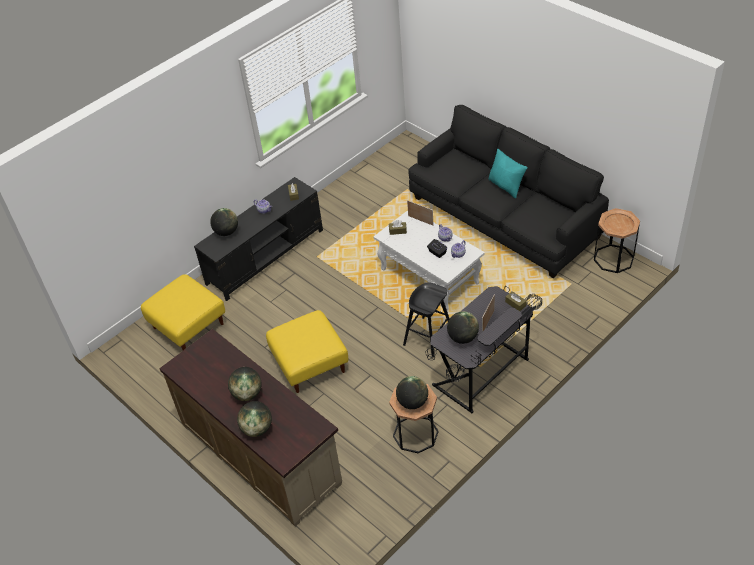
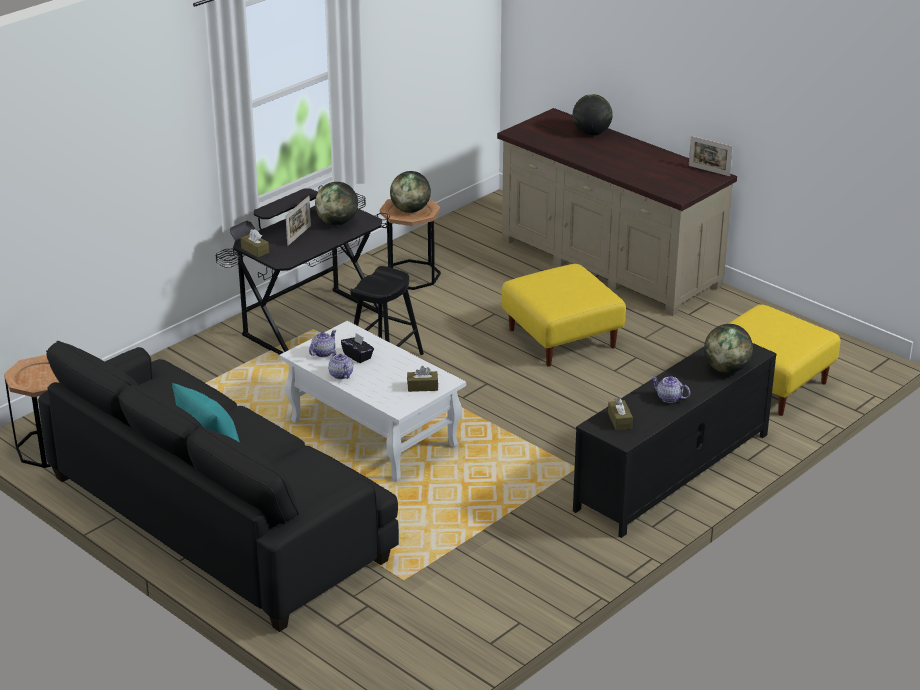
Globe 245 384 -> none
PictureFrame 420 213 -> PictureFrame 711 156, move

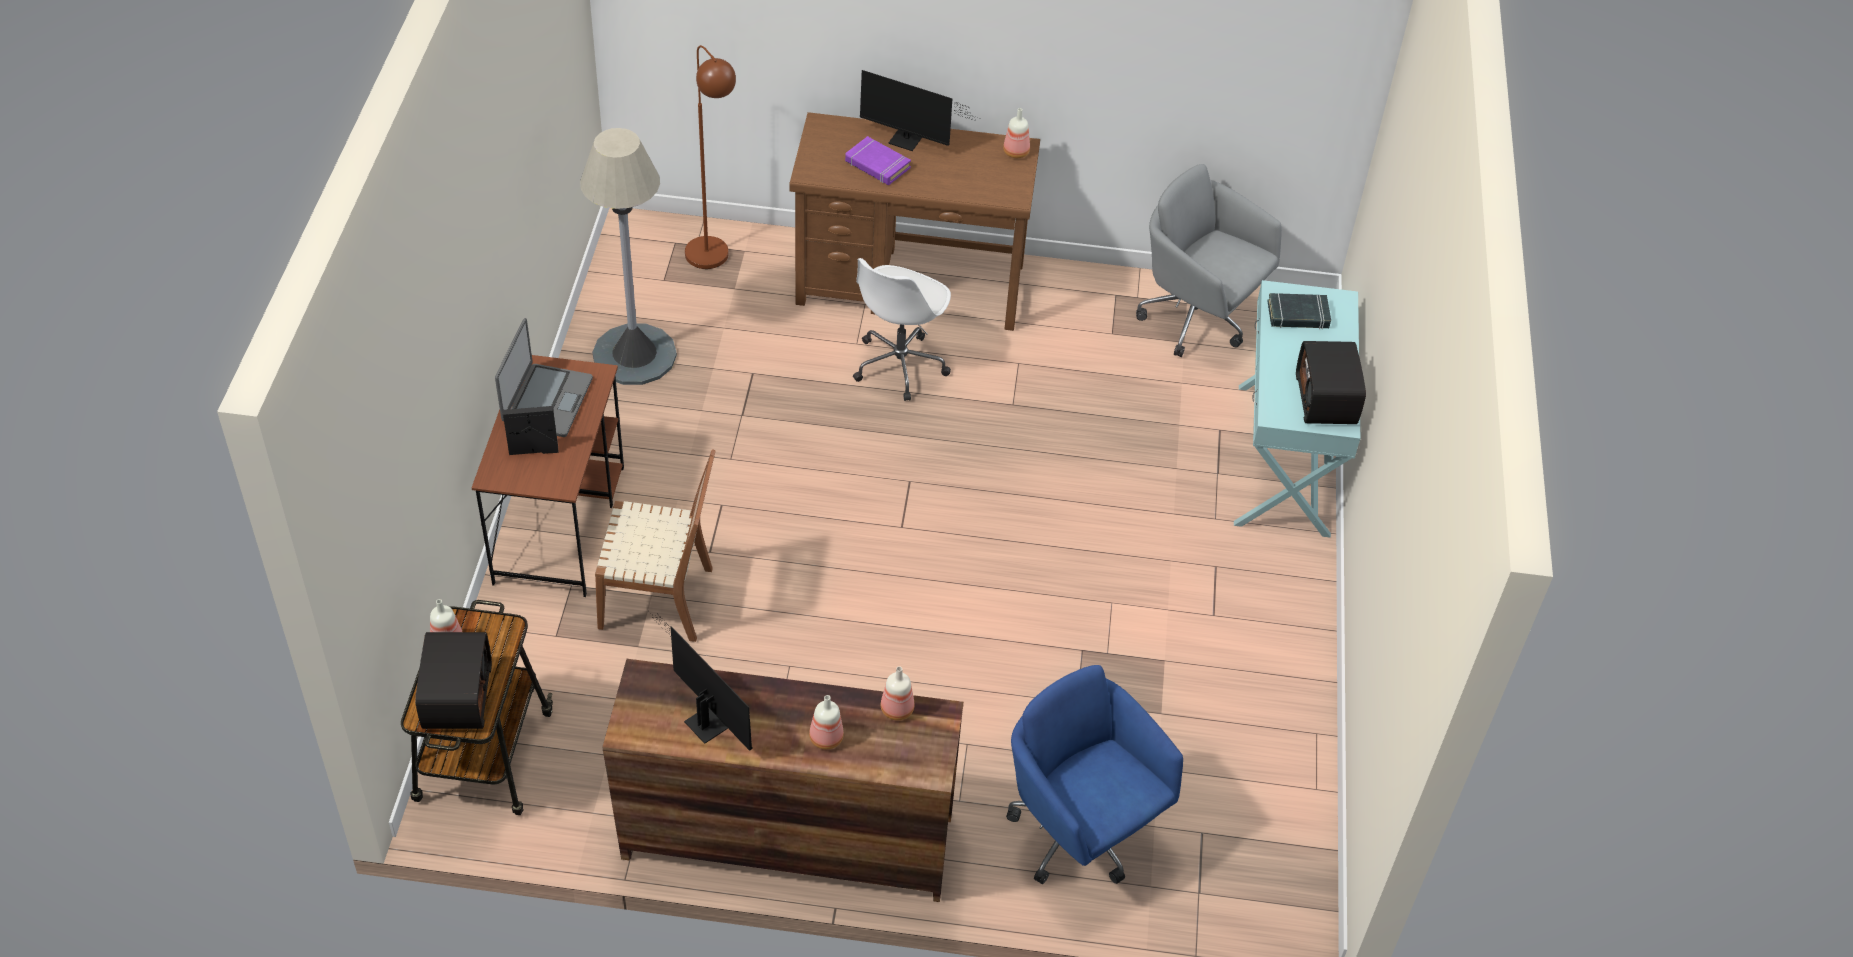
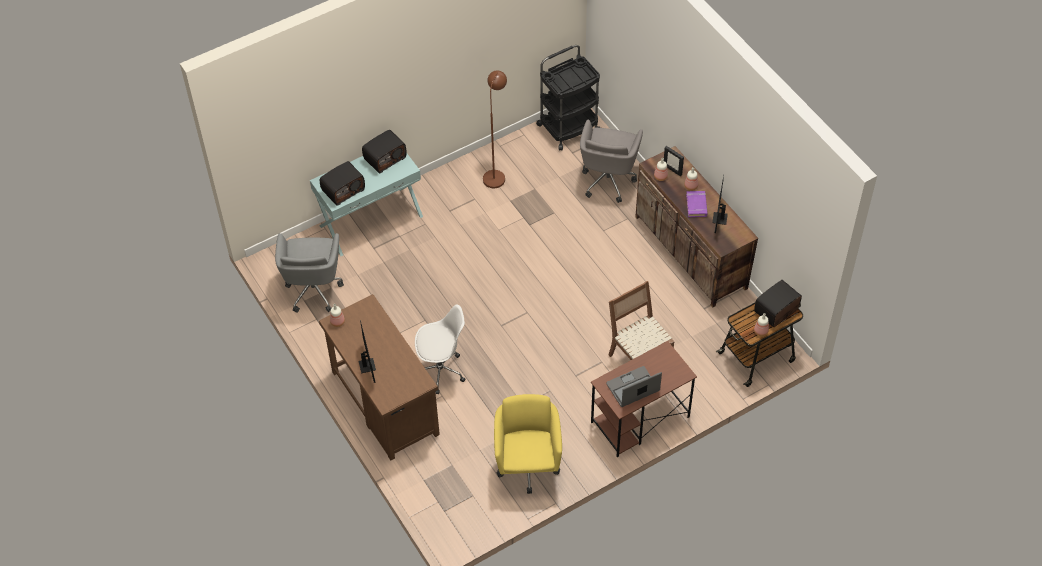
none -> BlackCart 568 97
PictureFrame 531 430 -> PictureFrame 674 161, move
BrownFloorLamp 710 157 -> BrownFloorLamp 495 129, move
PurpleBook 878 160 -> PurpleBook 697 204, move
GreyFloorLamp 628 256 -> YellowOfficeChair 528 444
BlackBook 1299 311 -> Radio 342 183
BlueOfficeChair 1094 774 -> GreyOfficeChair 611 161

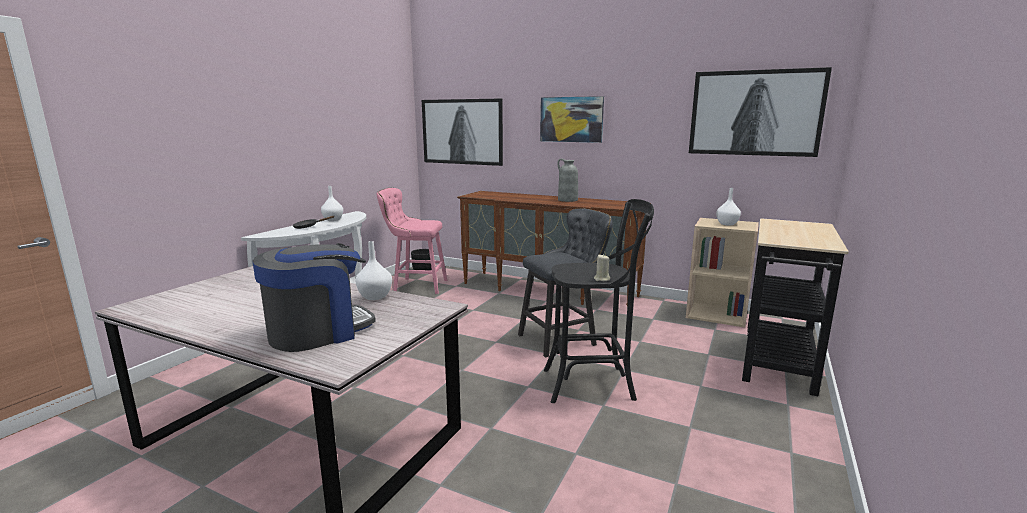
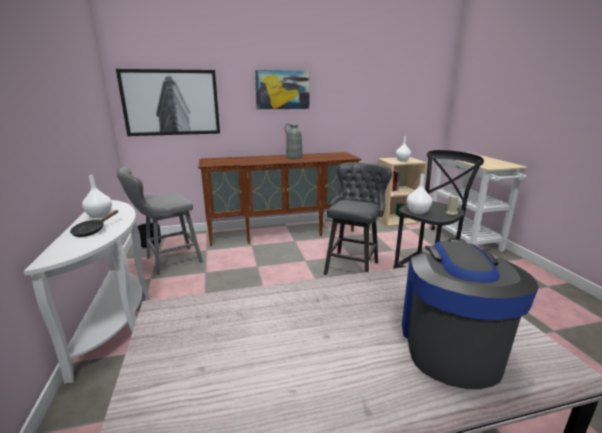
Picture 760 112 -> none
WhiteVase 373 270 -> WhiteVase 419 194, move
PinkStool 412 241 -> GreyStool 159 221
BlackCart 795 307 -> WhiteCart 478 202

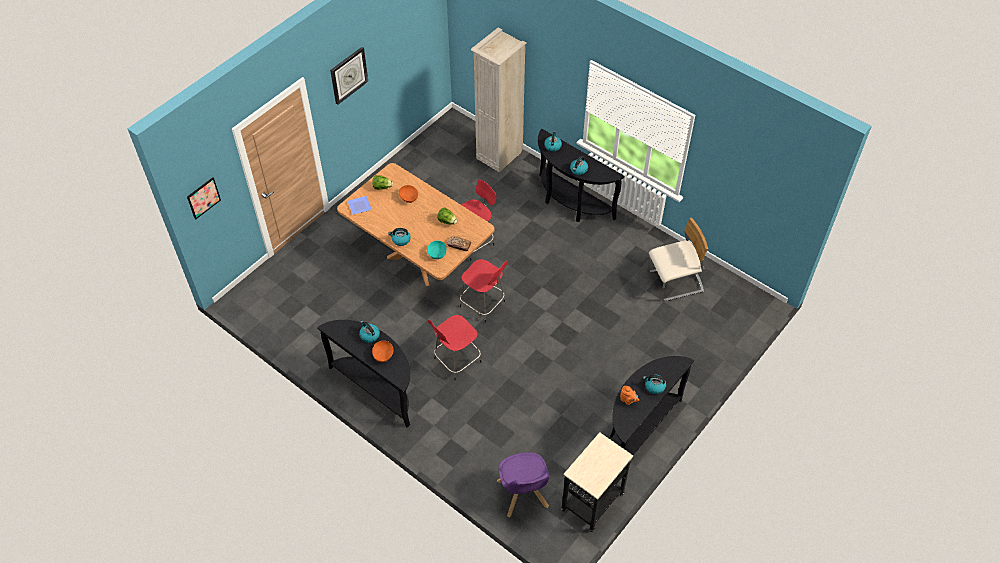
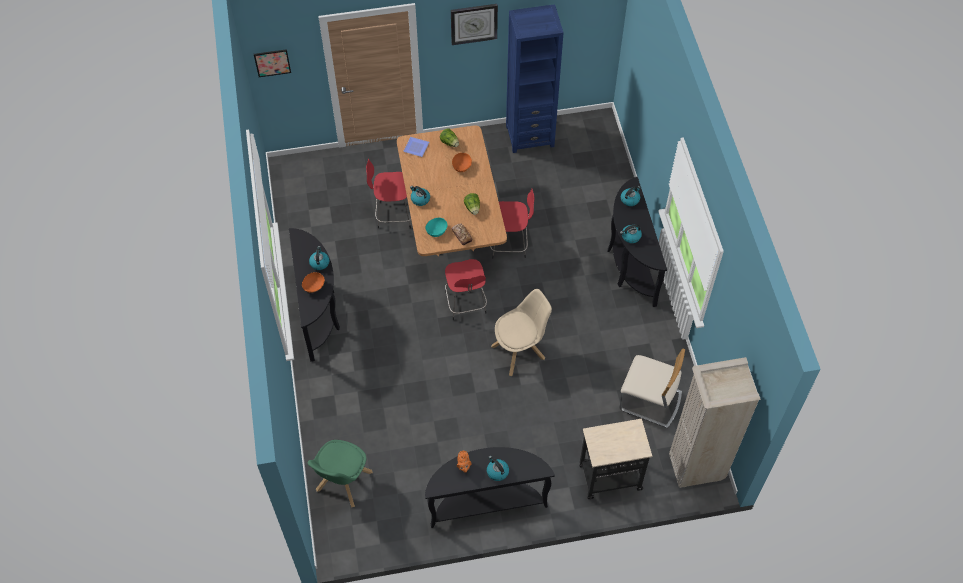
none -> BeigeChair 521 332
none -> BlueBookcase 534 78
RedStool 454 347 -> RedStool 388 194, move
BeigeCabinet 498 100 -> BeigeCabinet 715 422, move
Cart 597 482 -> Cart 615 459, move
PurpleChair 523 485 -> GreenChair 340 474

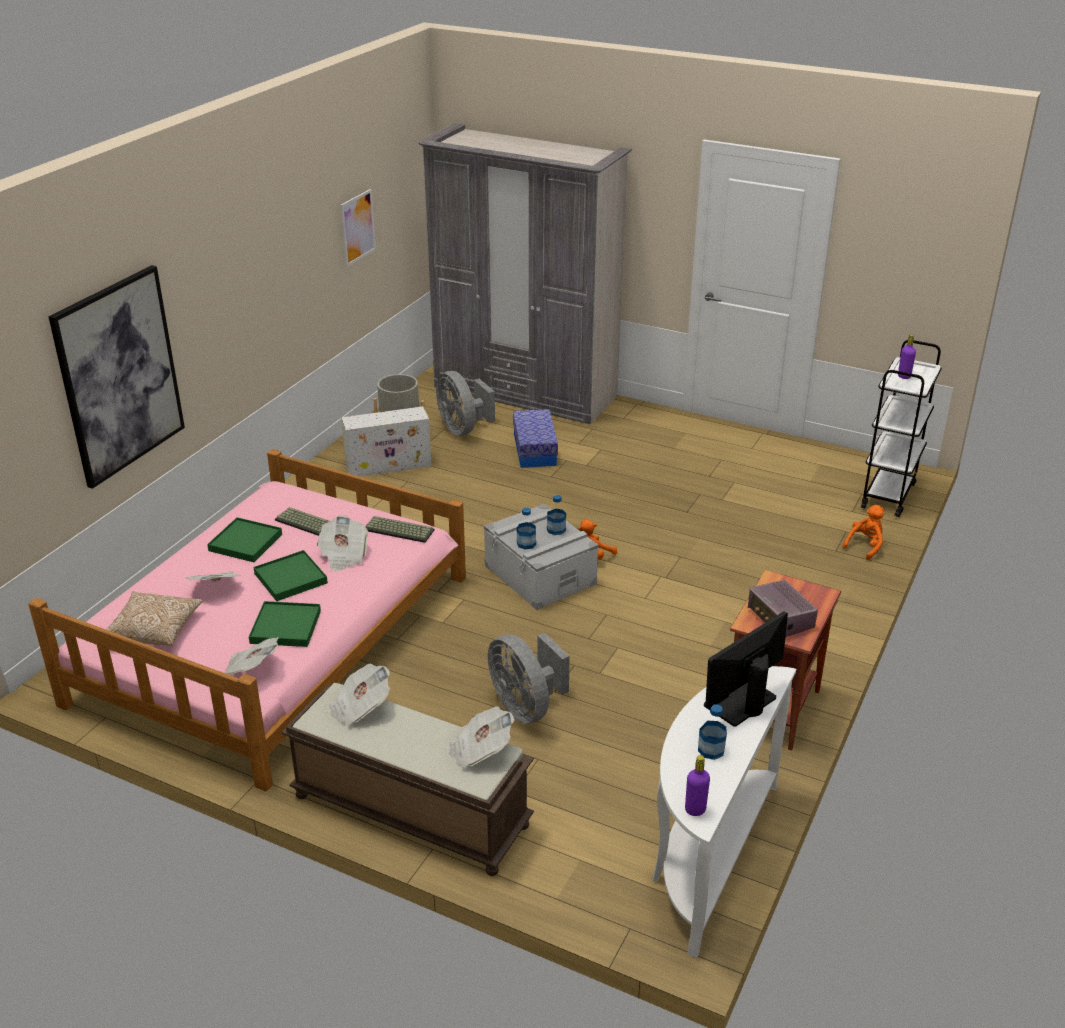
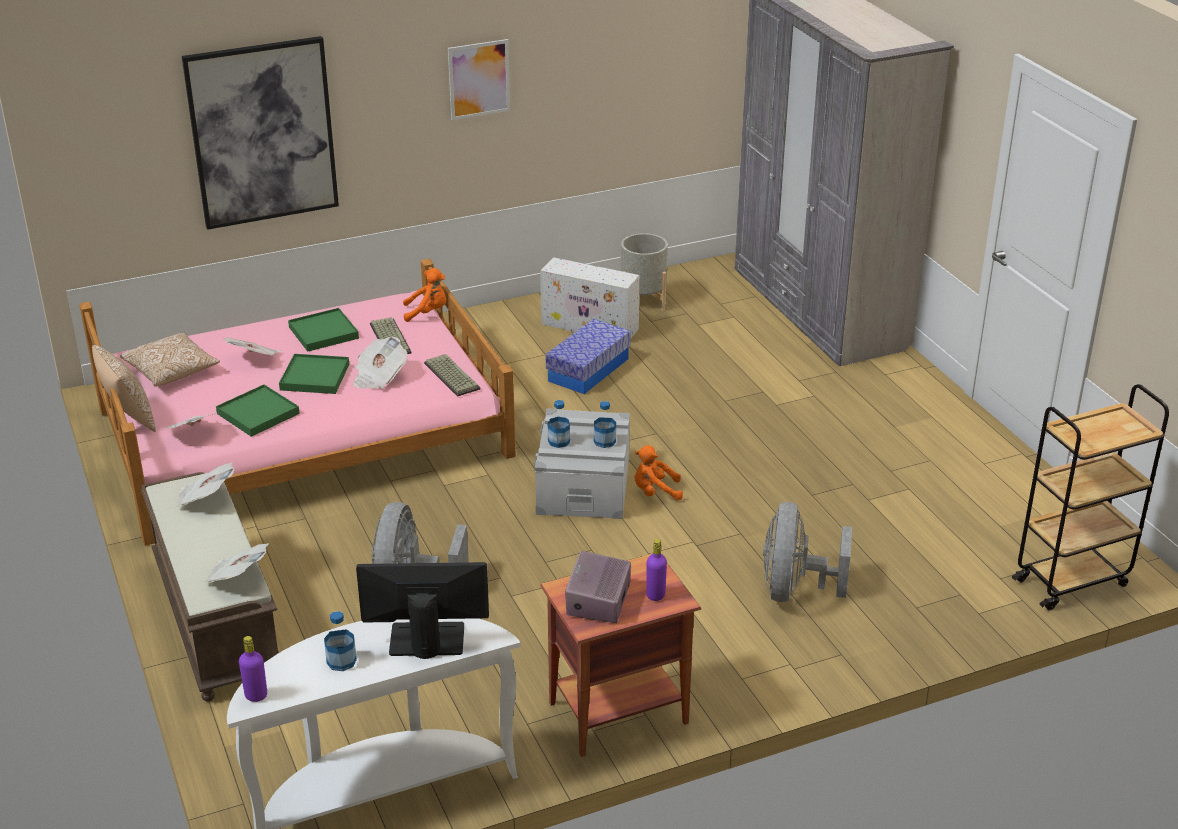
none -> Pillow 124 388
Picture 358 228 -> Picture 479 79, move
GreyFan 465 403 -> GreyFan 807 552, move
StorageBox 535 438 -> StorageBox 588 356, move
OrangePlushToy 863 532 -> OrangePlushToy 424 295, move
PurpleBottle 907 356 -> PurpleBottle 656 570, move
WhiteCart 901 428 -> BrownCart 1090 497

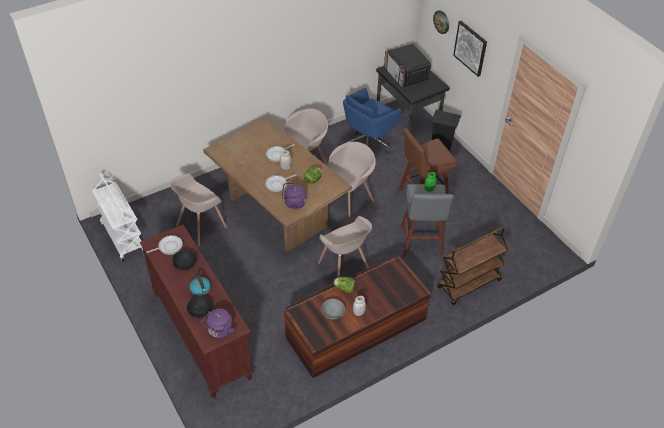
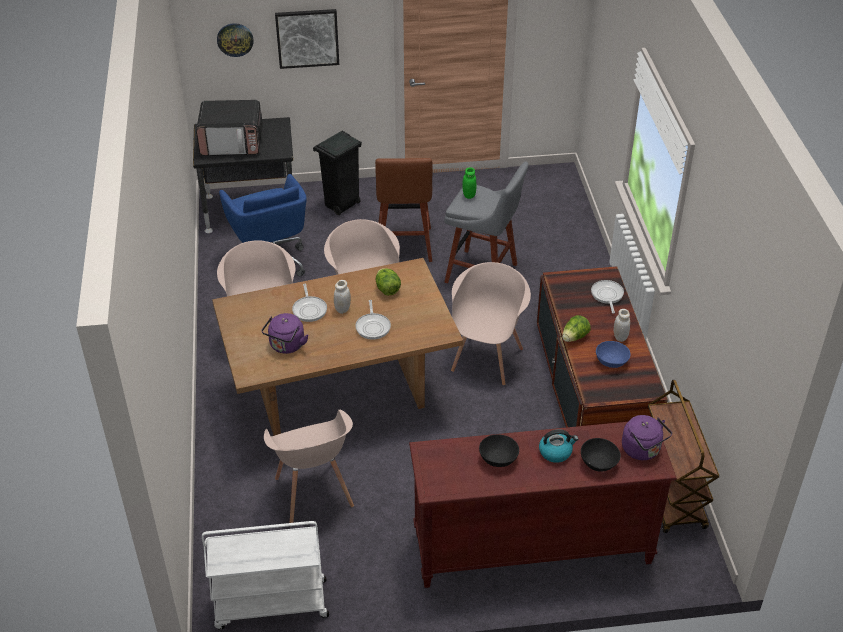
FryingPan 164 245 -> FryingPan 607 296, move
PurpleKettle 294 195 -> PurpleKettle 285 333, move
BrownCart 472 266 -> BrownCart 683 456, move
GreyBowl 333 309 -> BlueBowl 613 354
BeigeChair 345 247 -> BeigeChair 491 323, 60 degrees counterclockwise

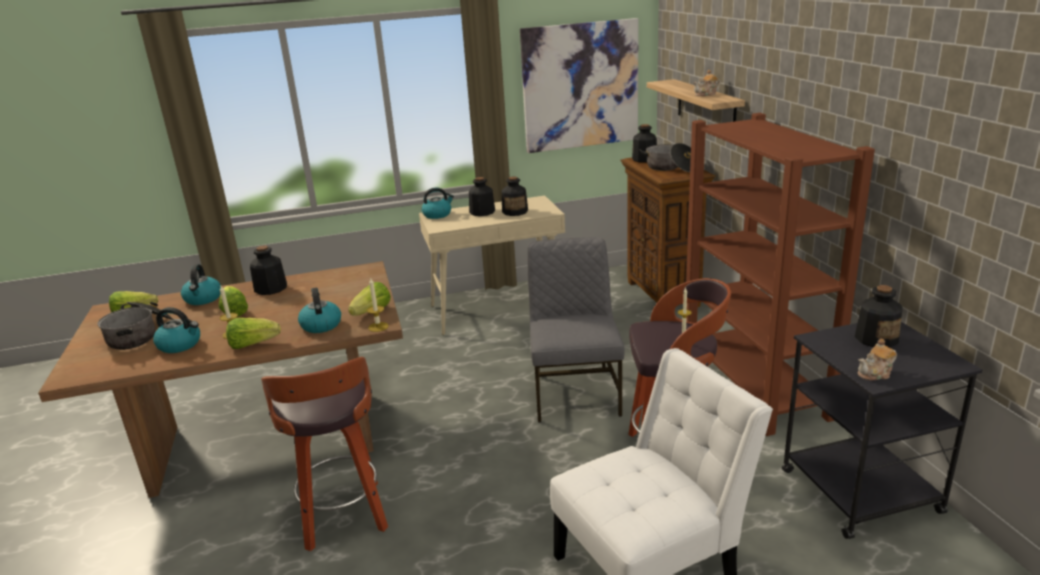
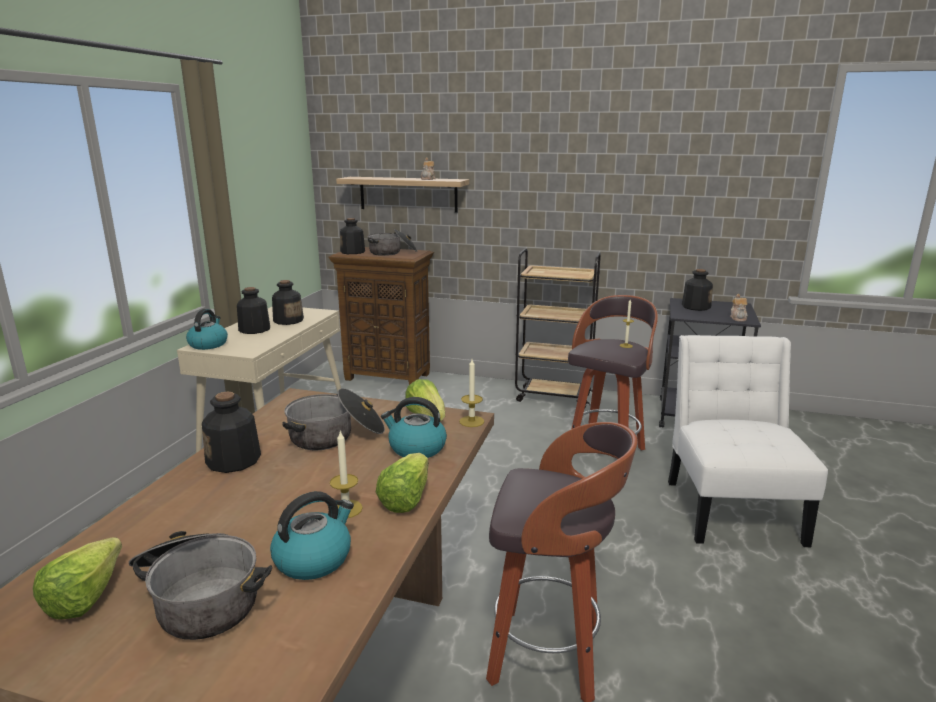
Kettle 201 284 -> none
Lettuce 233 301 -> none
Picture 579 85 -> none
GreyChair 575 330 -> none
none -> CookingPot 333 419
BrownBookcase 780 274 -> BrownCart 558 327

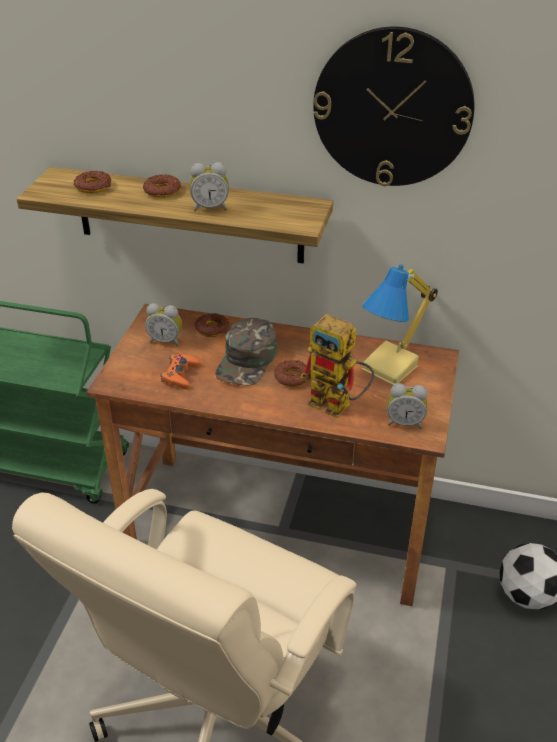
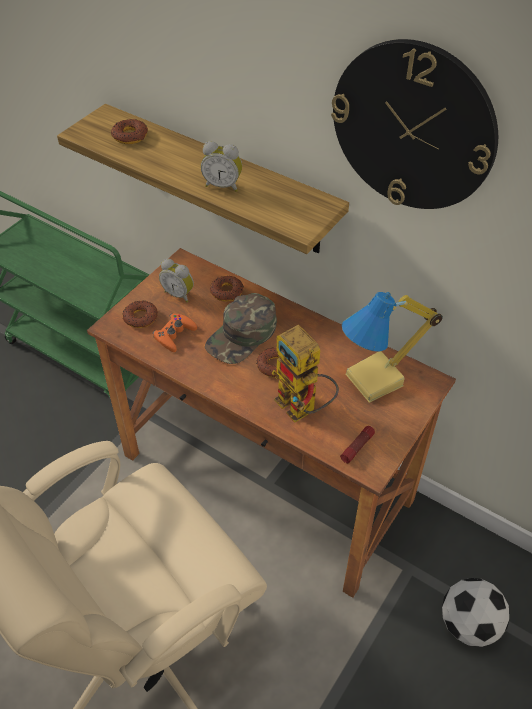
Donut 162 186 -> Donut 140 314, move
AlarmClock 407 406 -> Flashlight 357 444

